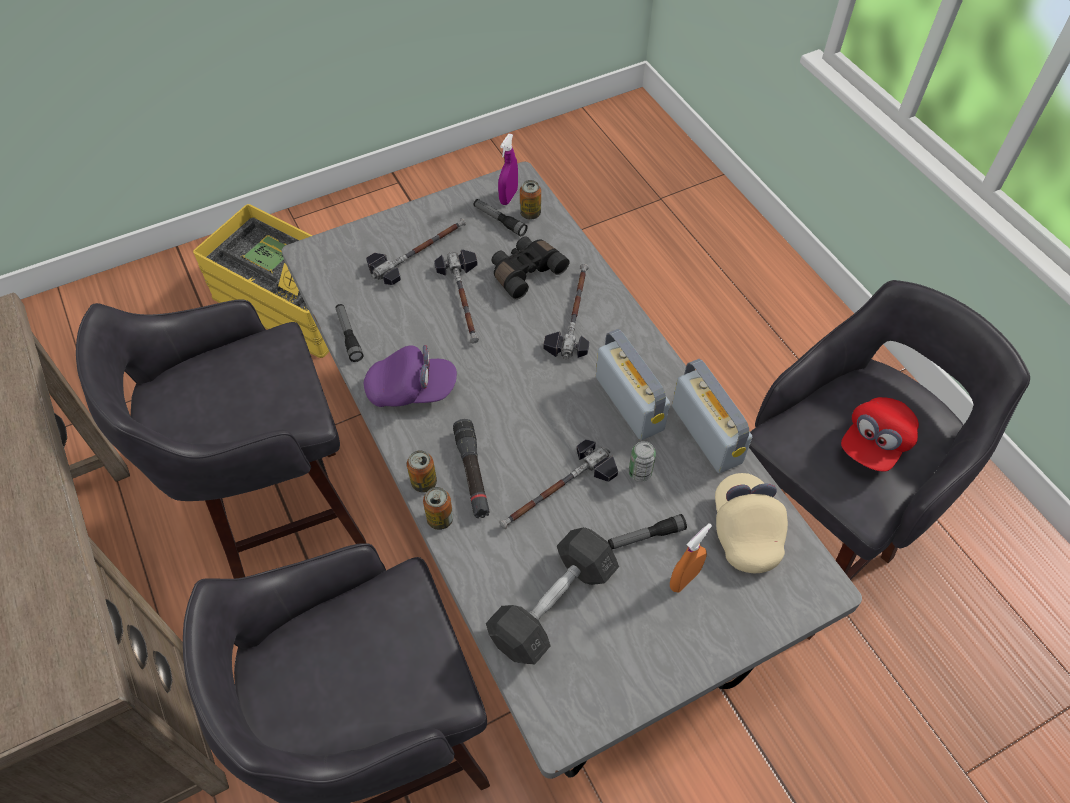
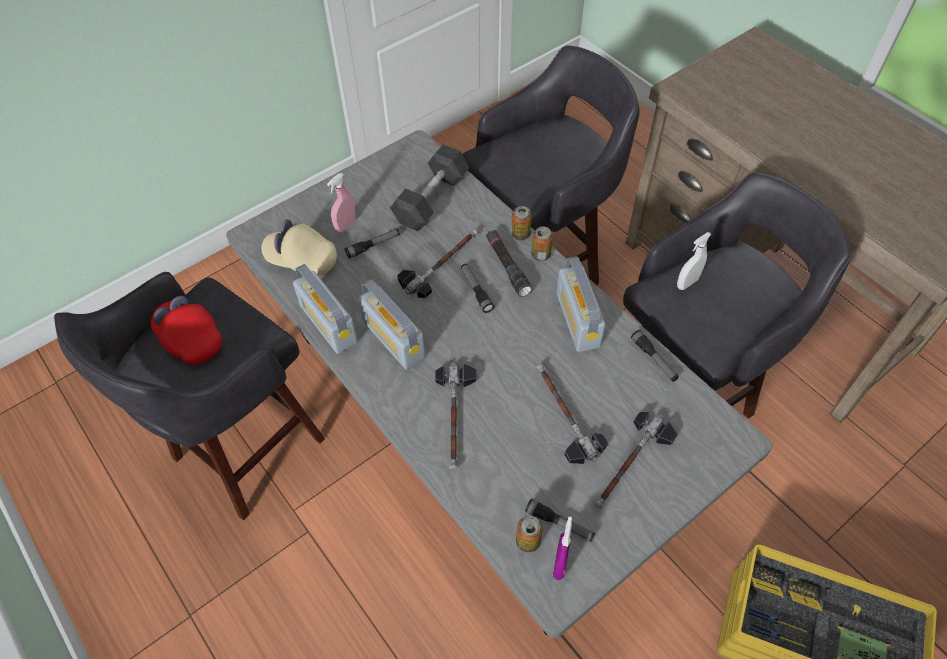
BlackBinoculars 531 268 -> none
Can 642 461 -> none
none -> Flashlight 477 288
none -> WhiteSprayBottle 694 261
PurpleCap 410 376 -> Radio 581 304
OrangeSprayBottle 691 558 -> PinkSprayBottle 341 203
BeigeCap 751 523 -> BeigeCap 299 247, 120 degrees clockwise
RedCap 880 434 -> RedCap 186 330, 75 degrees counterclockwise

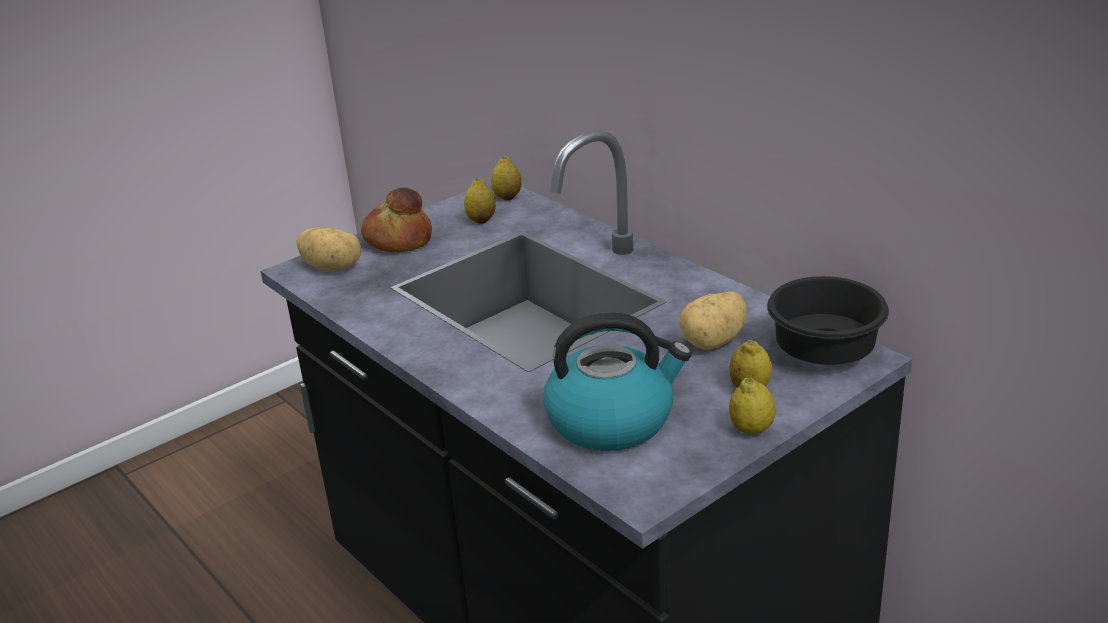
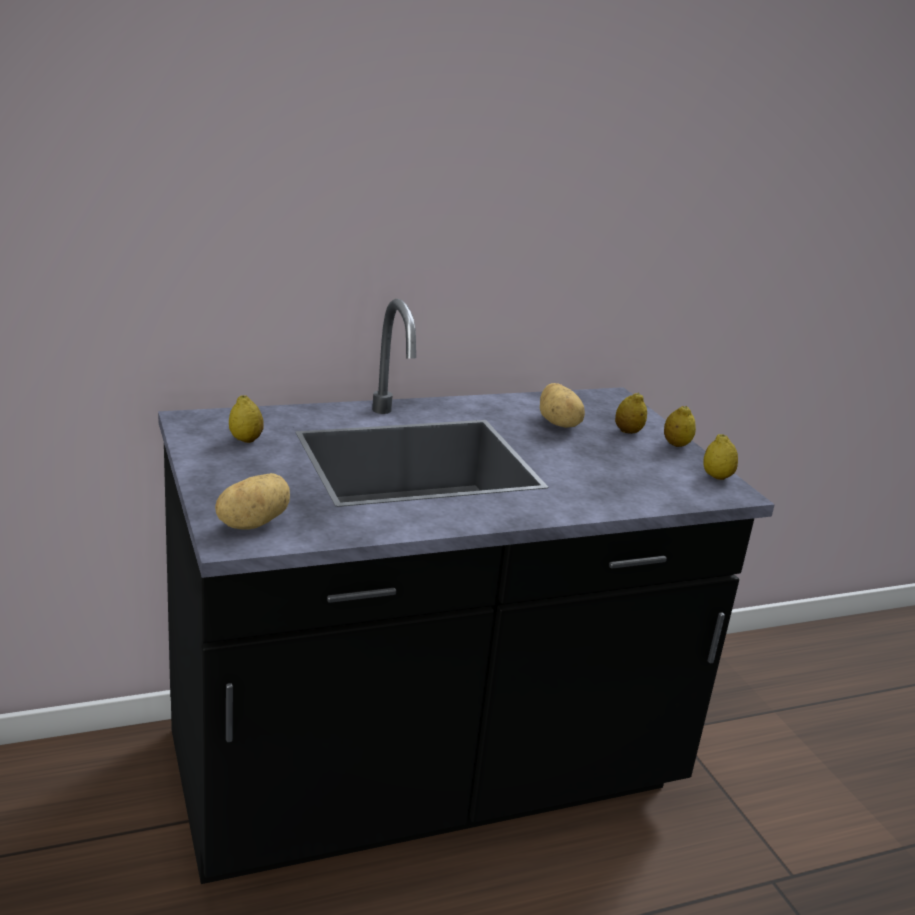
Bread 396 220 -> none
Kettle 617 381 -> none
BlackBowl 828 320 -> none
Lemon 506 179 -> Lemon 720 457, move

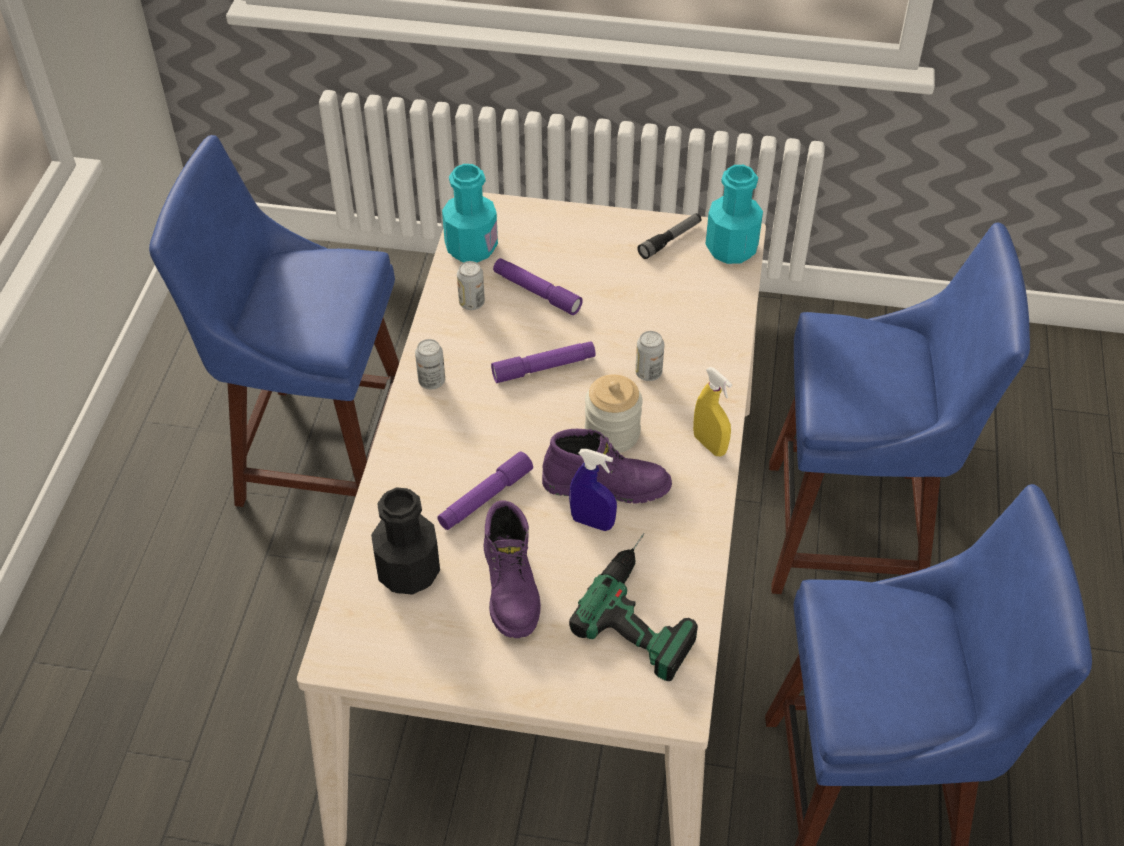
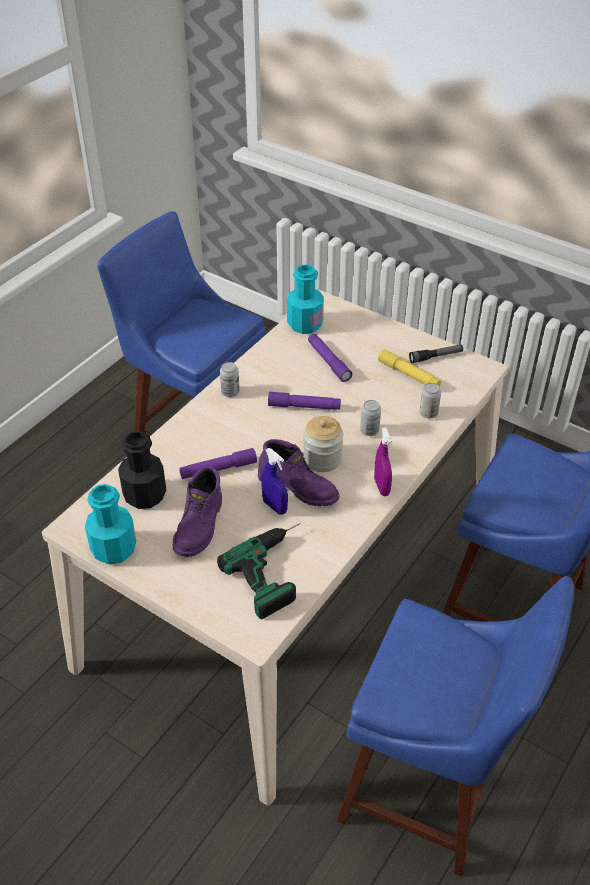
none -> YellowFlashlight 409 368
Can 471 285 -> Can 430 401, move
TurquoiseBottle 734 214 -> TurquoiseBottle 110 524, move
YellowSprayBottle 712 411 -> PurpleSprayBottle 383 461

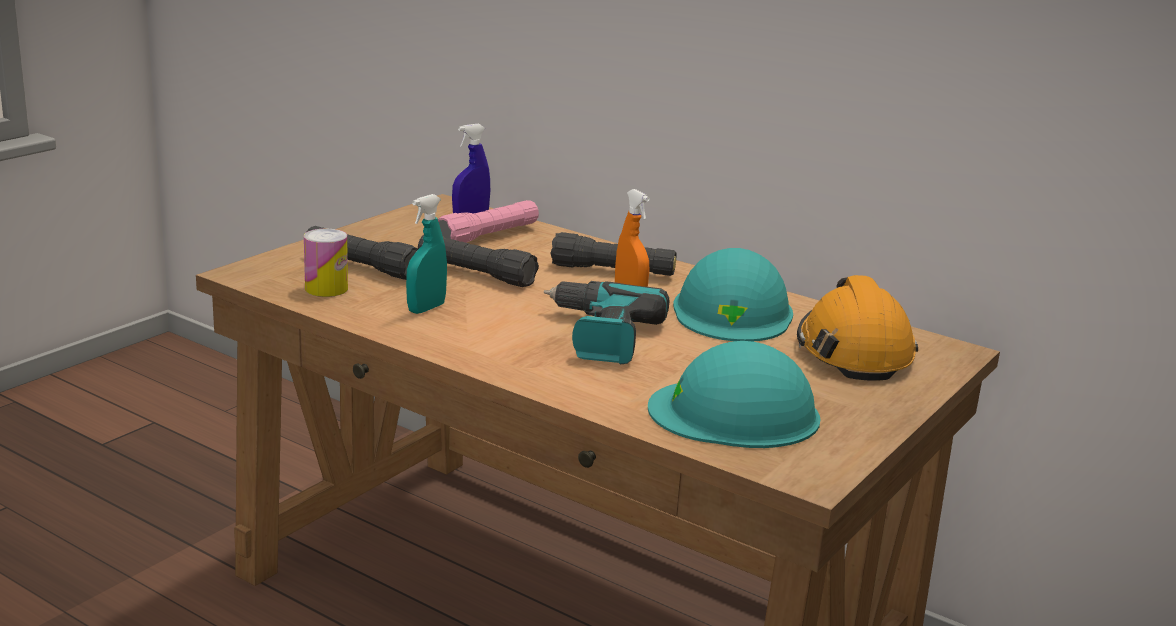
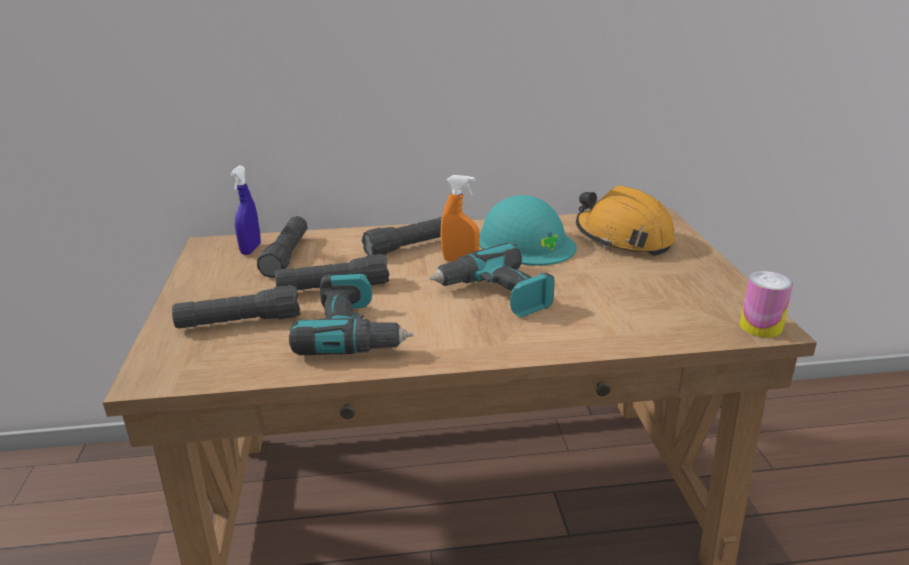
TurquoiseHardHat 734 394 -> none
Can 326 263 -> Can 766 304, move
TurquoiseSprayBottle 426 254 -> PowerDrill 351 314
PinkFlashlight 488 221 -> BlackFlashlight 282 247

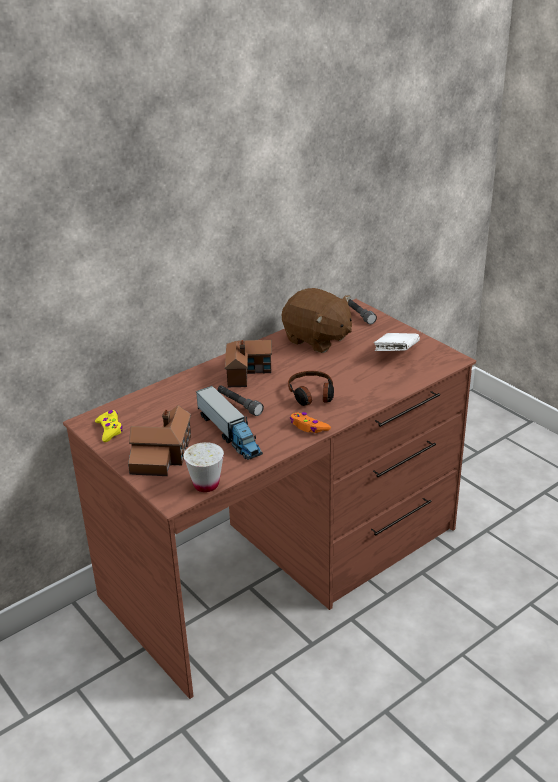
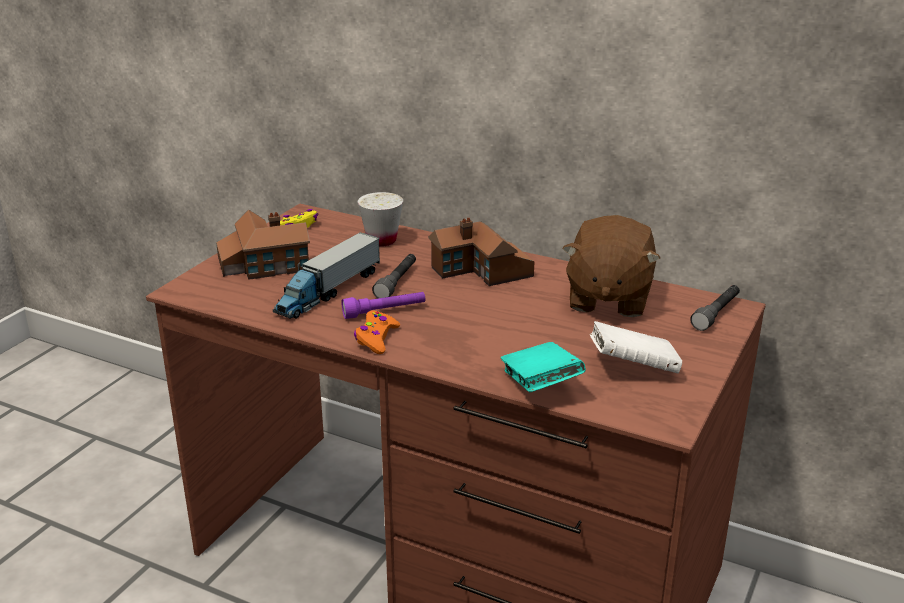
Headphones 311 388 -> none
none -> PurpleFlashlight 383 305
none -> TurquoiseBook 543 367
WhiteCup 204 467 -> WhiteCup 380 219, move

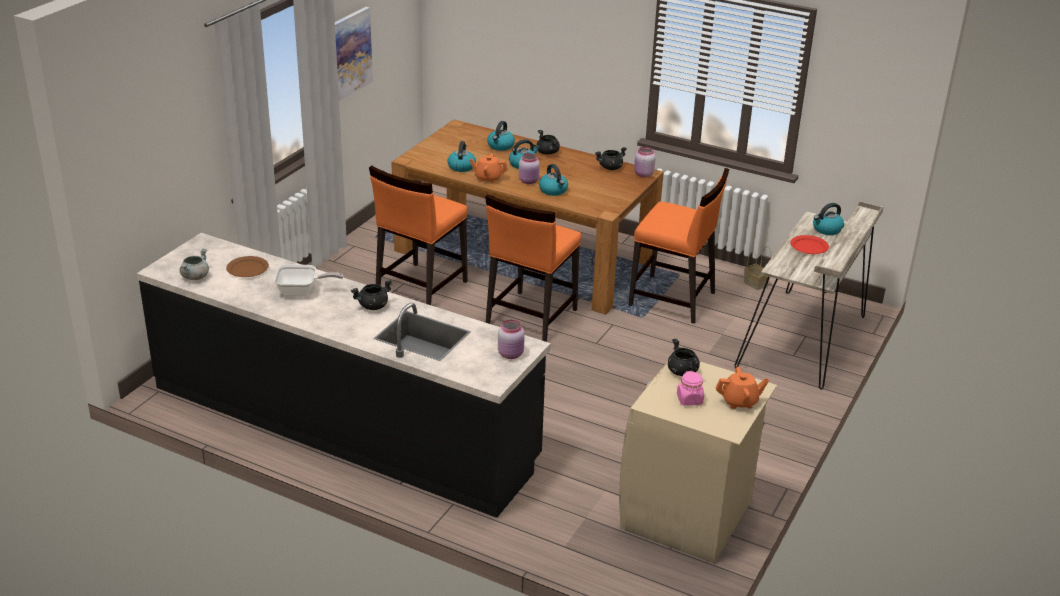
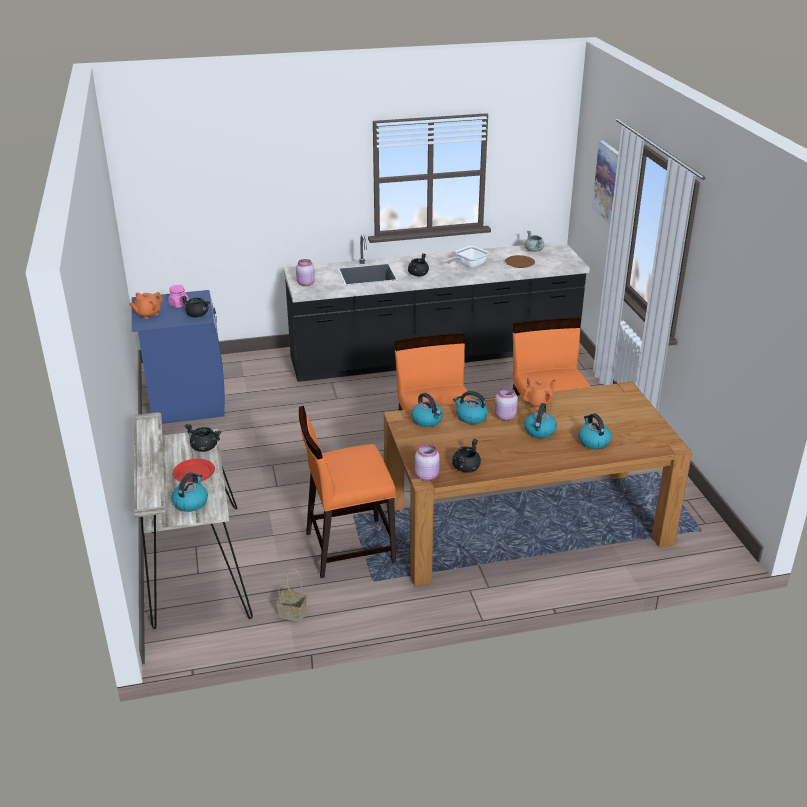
Picture 354 54 -> Picture 605 182, move
Kettle 462 156 -> Kettle 427 410, move
BlackCookingPot 548 142 -> BlackCookingPot 202 438, move
BeigeWashingMachine 698 462 -> BlueWashingMachine 178 357

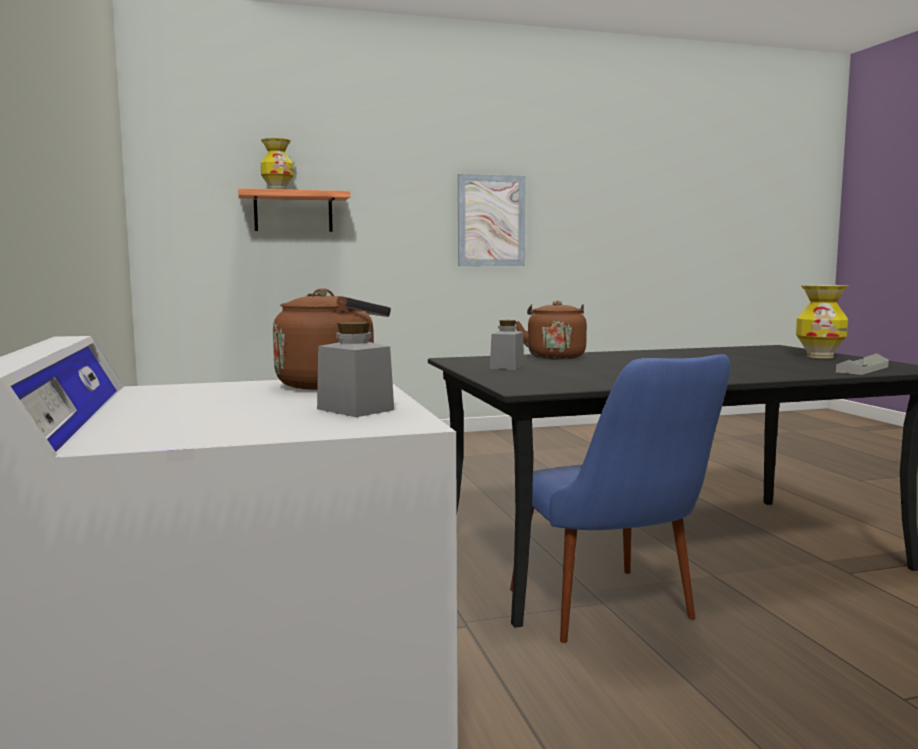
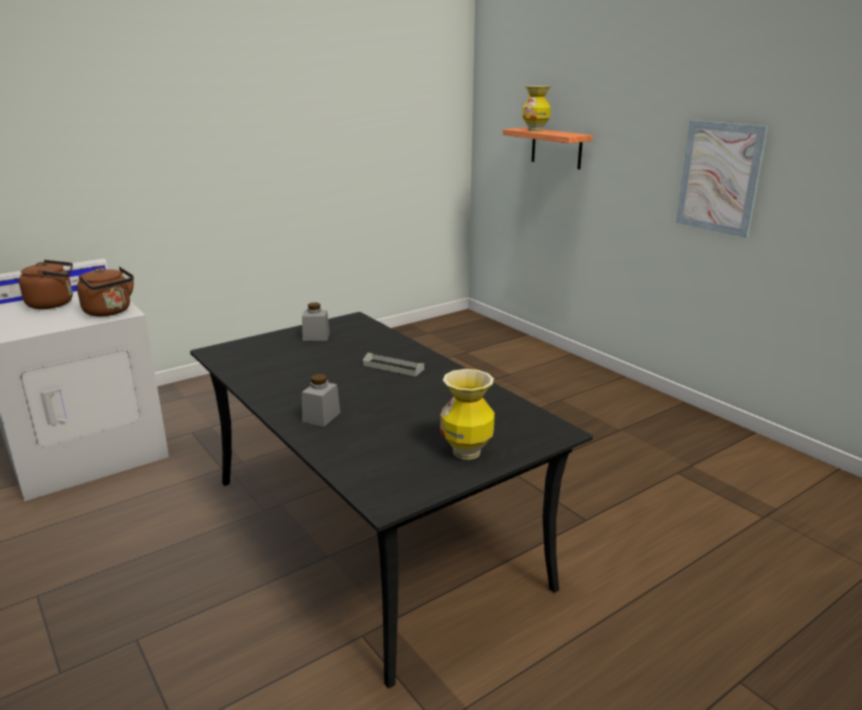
BlueChair 620 498 -> none
GreyJar 355 369 -> GreyJar 321 400, move
BrownKettle 551 330 -> BrownKettle 46 284, move
GreyTray 862 364 -> GreyTray 393 364, move

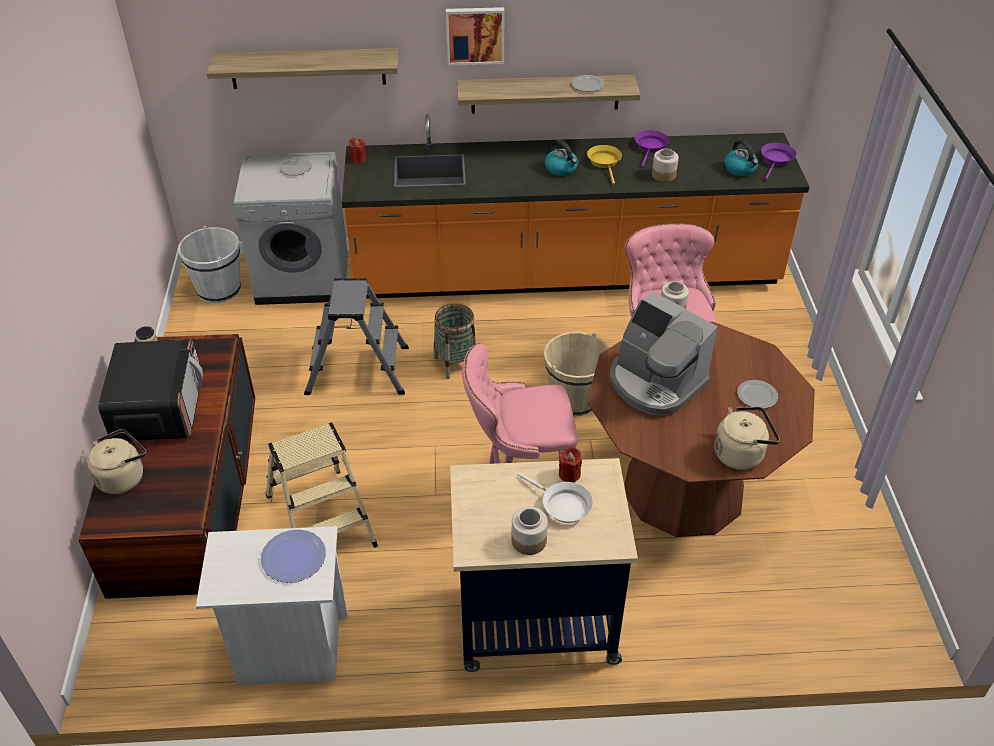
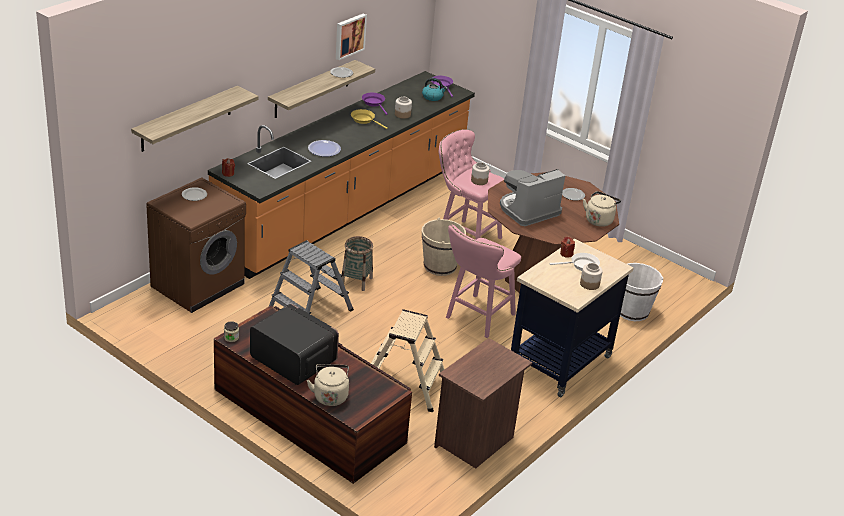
Kettle 561 157 -> none
WhiteBucket 209 264 -> WhiteBucket 641 292, move
Plate 293 556 -> Plate 324 148, move
Picture 475 36 -> Picture 351 36, move
WhiteNightstand 272 605 -> BrownNightstand 483 403
WhiteWashingMachine 290 228 -> BrownWashingMachine 196 245
CoffeeMachine 663 354 -> CoffeeMachine 533 197, 150 degrees clockwise

